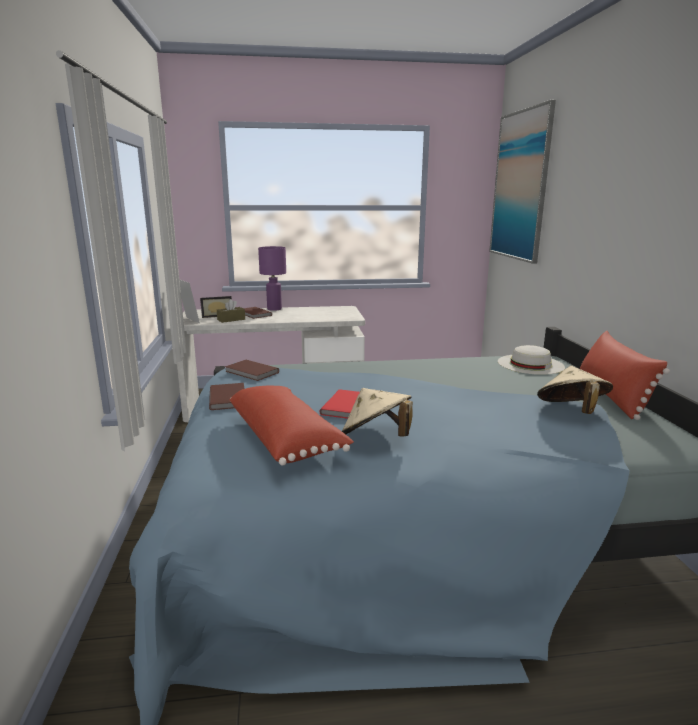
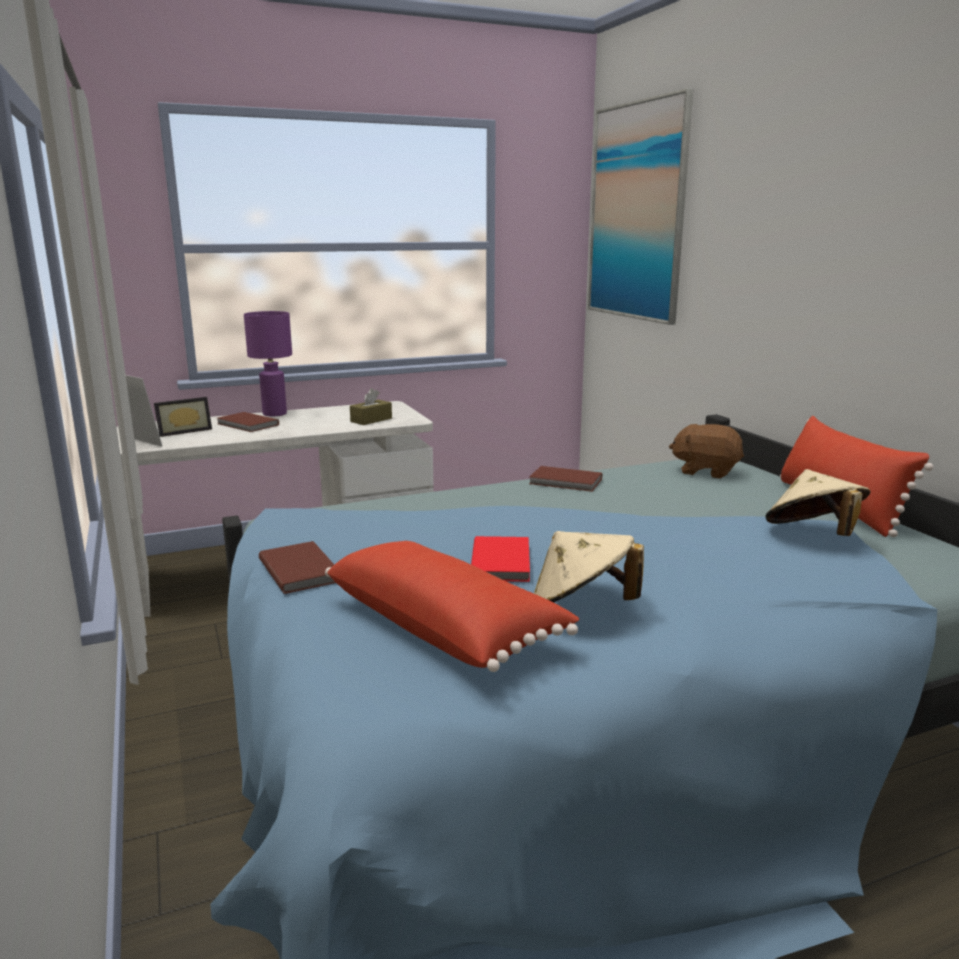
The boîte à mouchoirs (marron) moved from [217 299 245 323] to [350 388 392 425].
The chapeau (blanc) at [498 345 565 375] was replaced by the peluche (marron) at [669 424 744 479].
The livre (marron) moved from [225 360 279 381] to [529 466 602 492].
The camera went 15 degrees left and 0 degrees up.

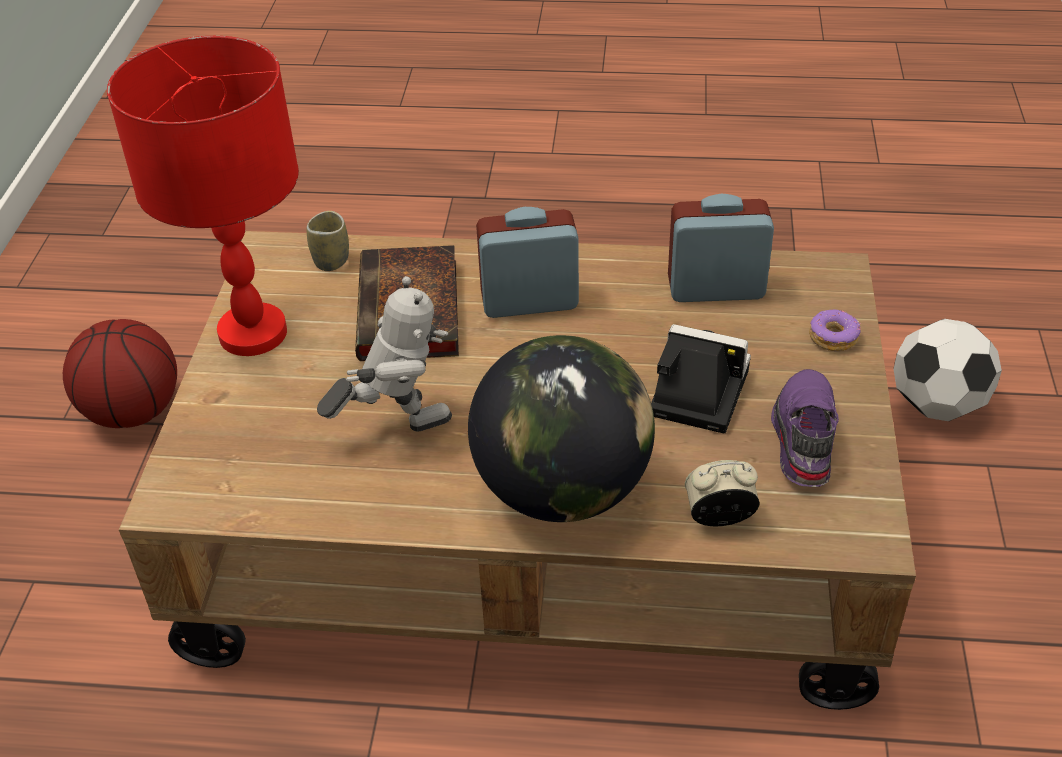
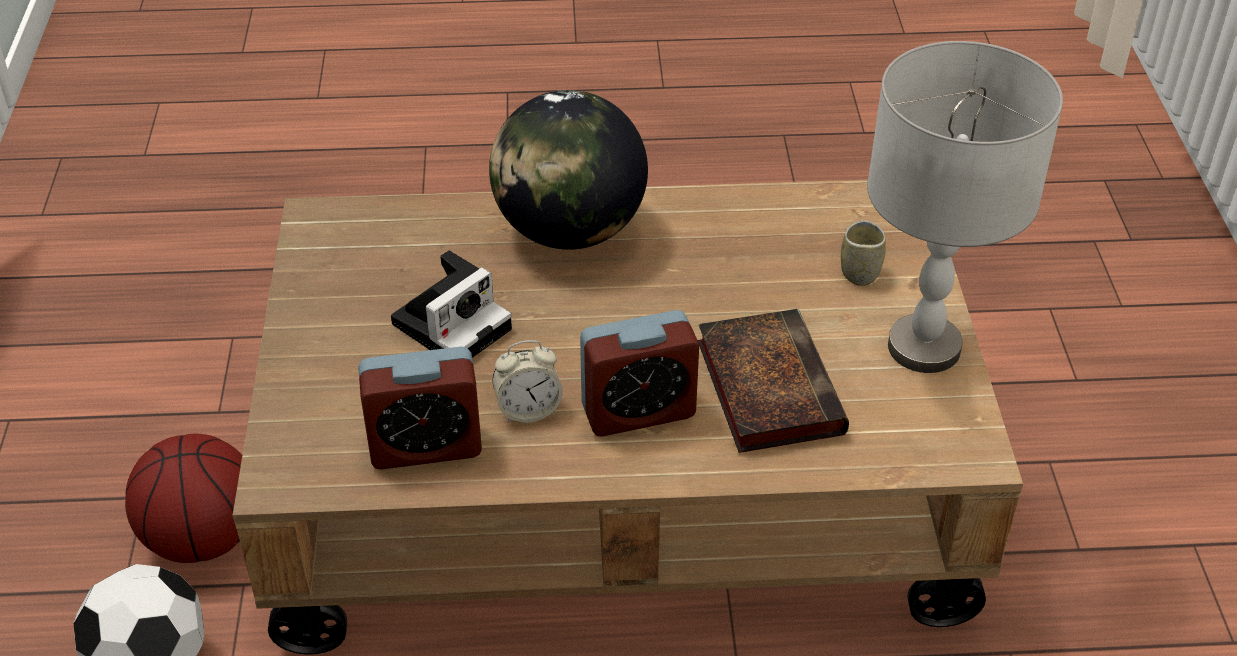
The lampe de table (rouge) at [107 36 299 356] became the lampe de table (gris) at [867 41 1063 373].
The tasse moved from [307 211 349 271] to [841 220 886 286].
The robot jouet at [317 276 452 432] disappeared.
The beignet at [809 310 861 351] disappeared.
The ballon de basket moved from [63 319 177 428] to [125 434 242 563].
The appareil photo at [651 324 751 434] turned 60 degrees counterclockwise.
The chaussure (violet) at [771 369 839 487] disappeared.
The réveil moved from [685 460 759 526] to [492 340 563 423].
The camera went 170 degrees right and 0 degrees up.

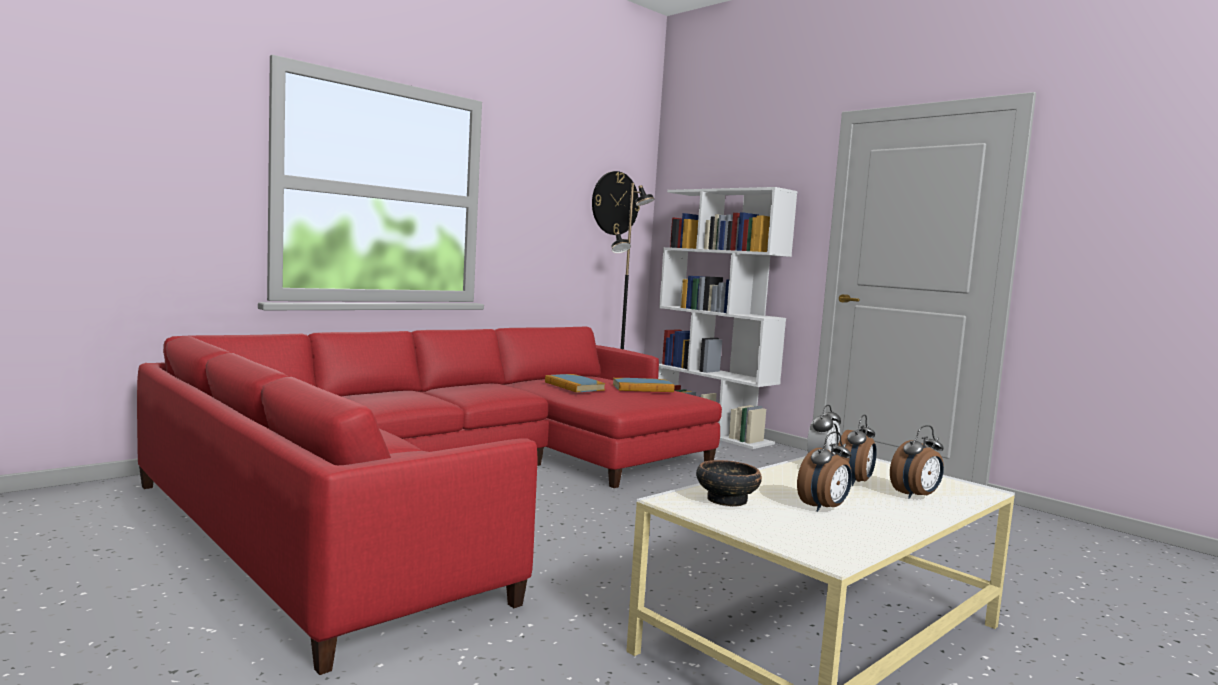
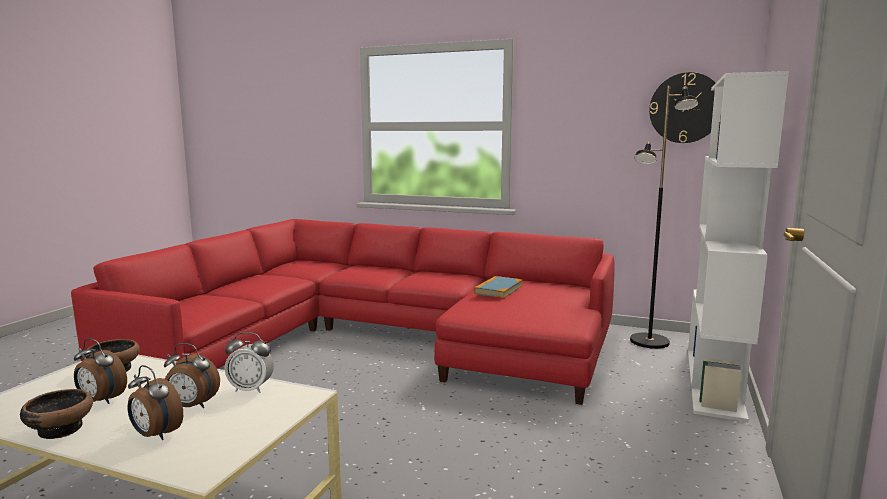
The livre at [613 378 674 392] disappeared.
The bol at [20 389 93 439] appeared.
The camera went 65 degrees right and 5 degrees up.

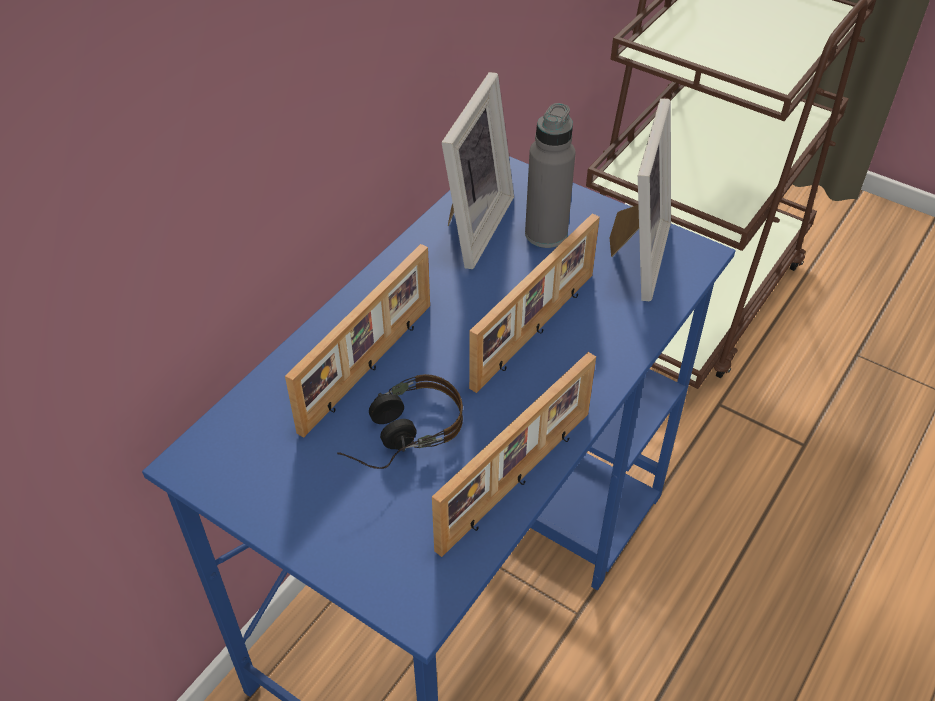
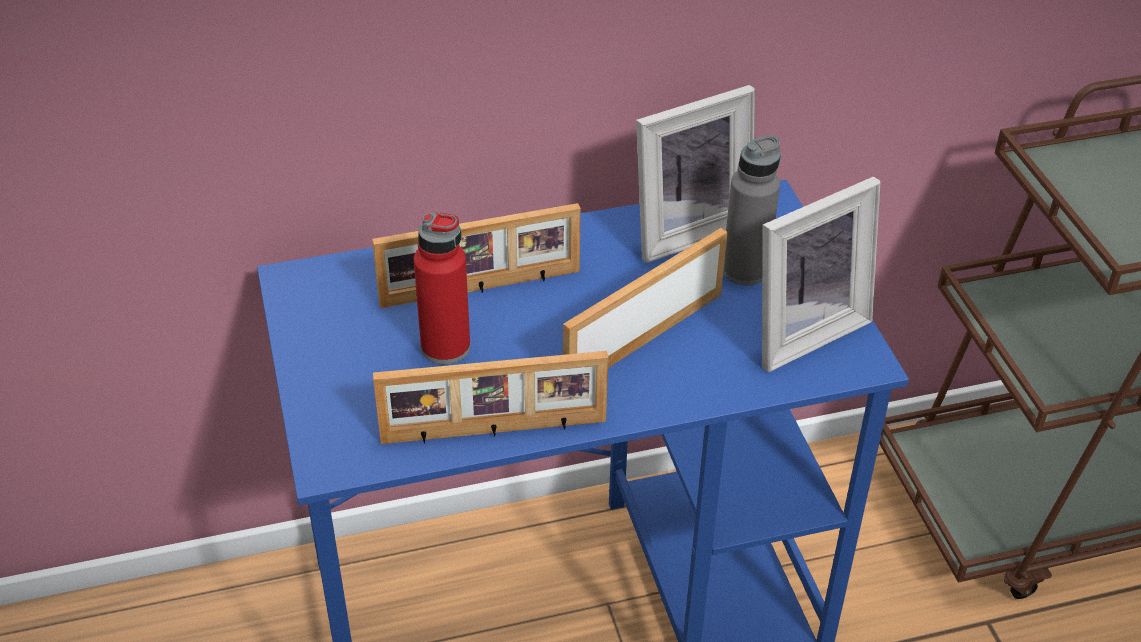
The cadre photo at [469 213 600 393] turned 150 degrees clockwise.
The casque audio at [337 374 463 469] was replaced by the bouteille (rouge) at [414 212 470 364].
The camera went 40 degrees right and 5 degrees down.

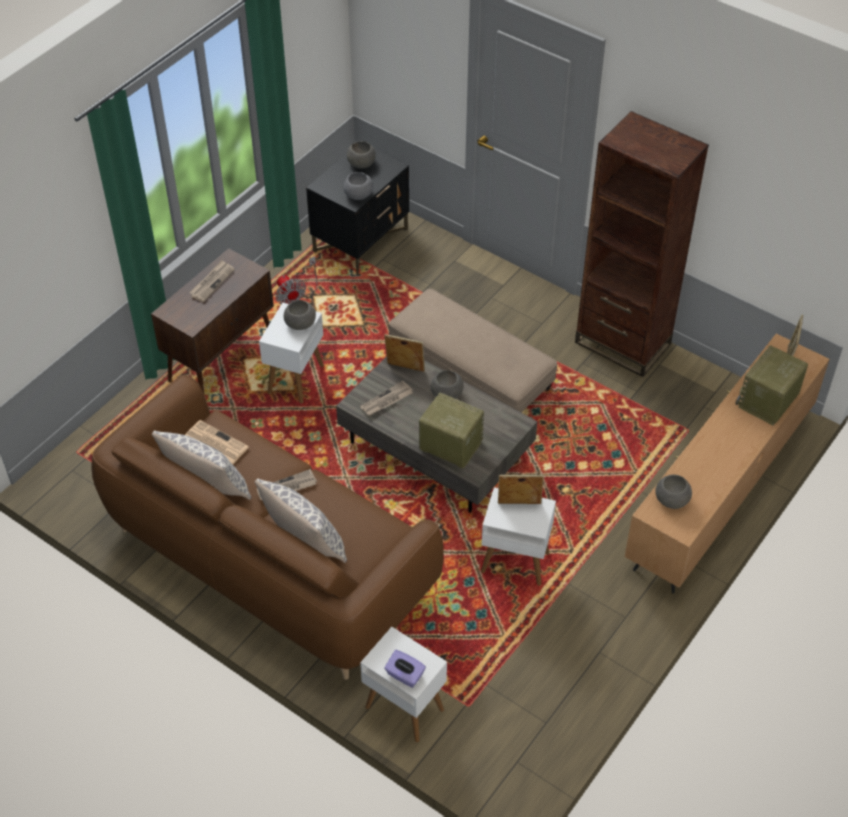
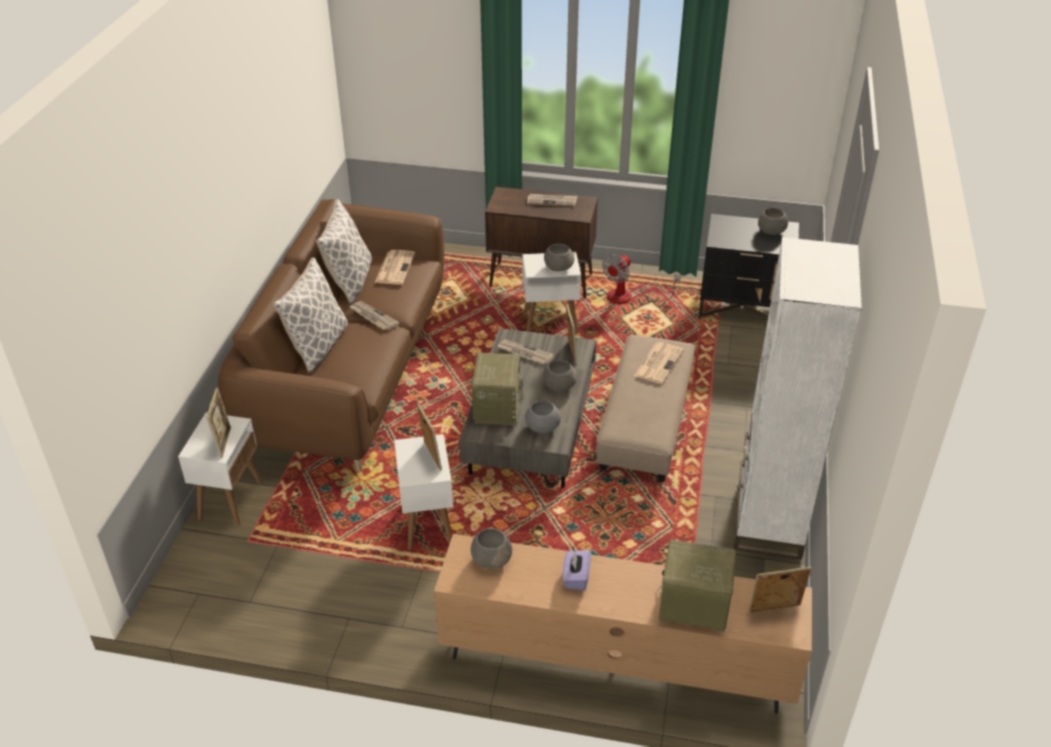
The bibliothèque (marron) at [575 111 709 377] became the bibliothèque (blanc) at [734 237 862 560].
The bol (gris) moved from [344 172 373 200] to [525 401 561 433].
The boîte à mouchoirs (violet) moved from [384 650 426 688] to [563 550 591 590].
The journal at [634 342 683 384] appeared.
The cadre photo at [206 387 231 458] appeared.
The camera went 65 degrees right and 10 degrees down.

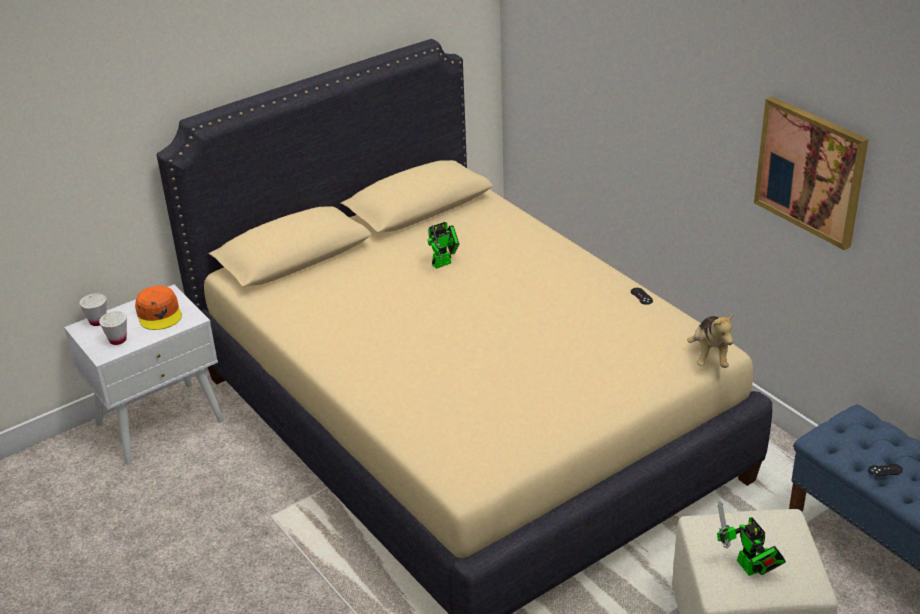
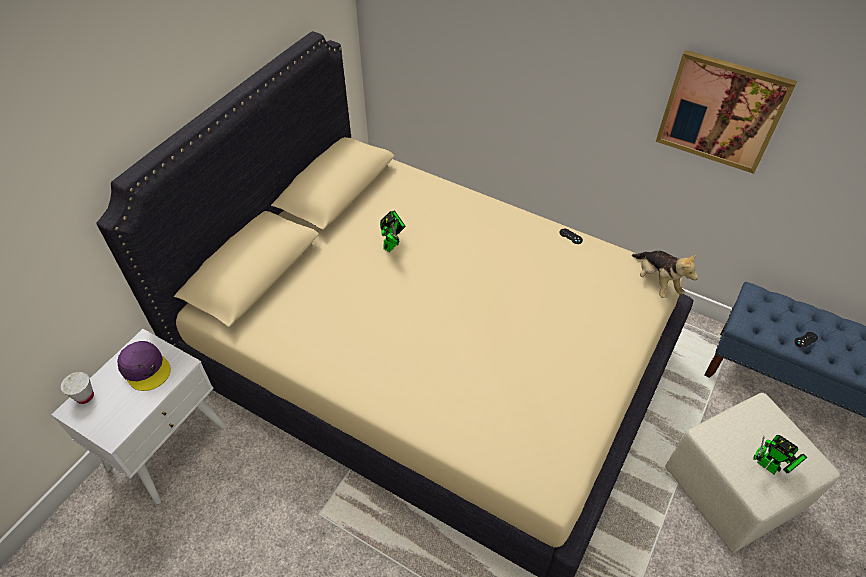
The casquette (orange) at [135 285 182 330] became the casquette (violet) at [117 341 171 391].
The tasse (blanc) at [99 311 127 345] disappeared.
The camera went 25 degrees left and 15 degrees up.

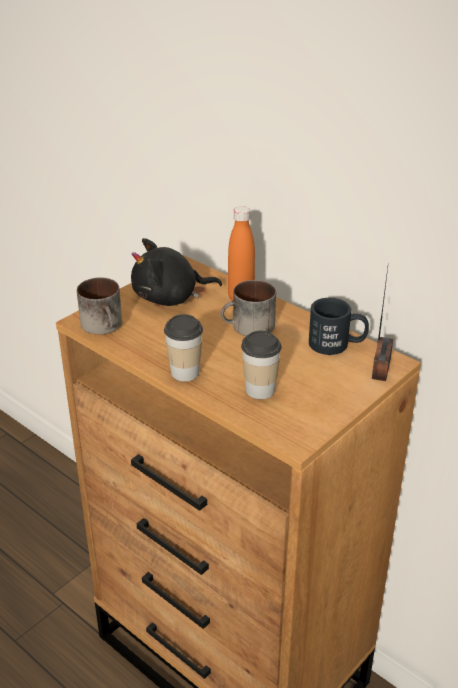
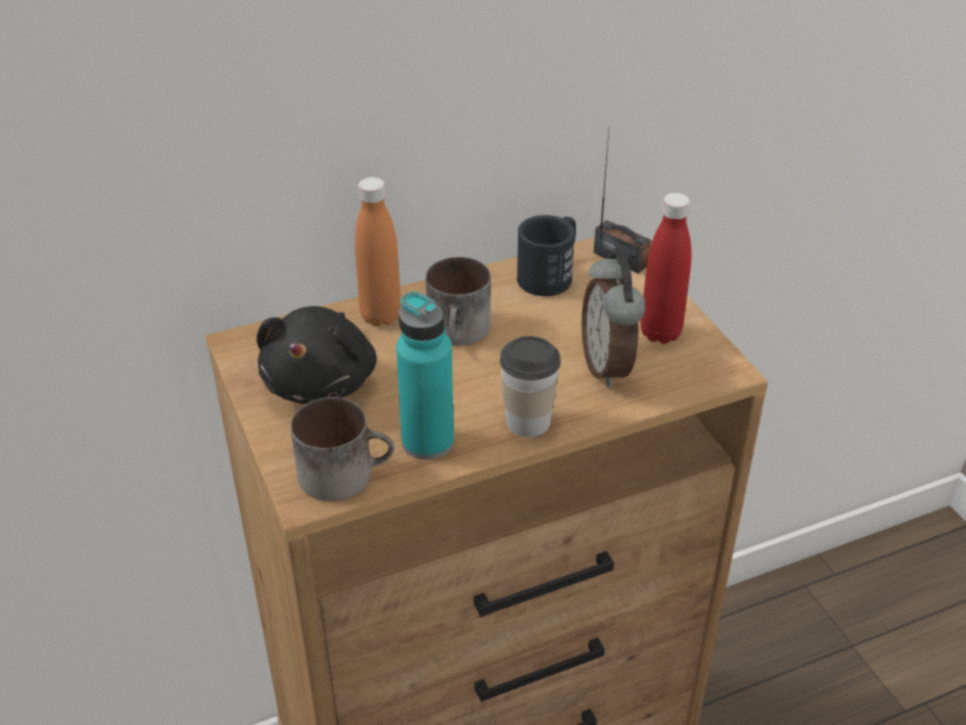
The tasse at [241 331 281 399] was replaced by the réveil at [582 253 646 388].
The bouteille (rouge) at [640 193 691 344] appeared.
The bouteille (turquoise) at [396 292 454 460] appeared.
The camera went 65 degrees left and 5 degrees up.

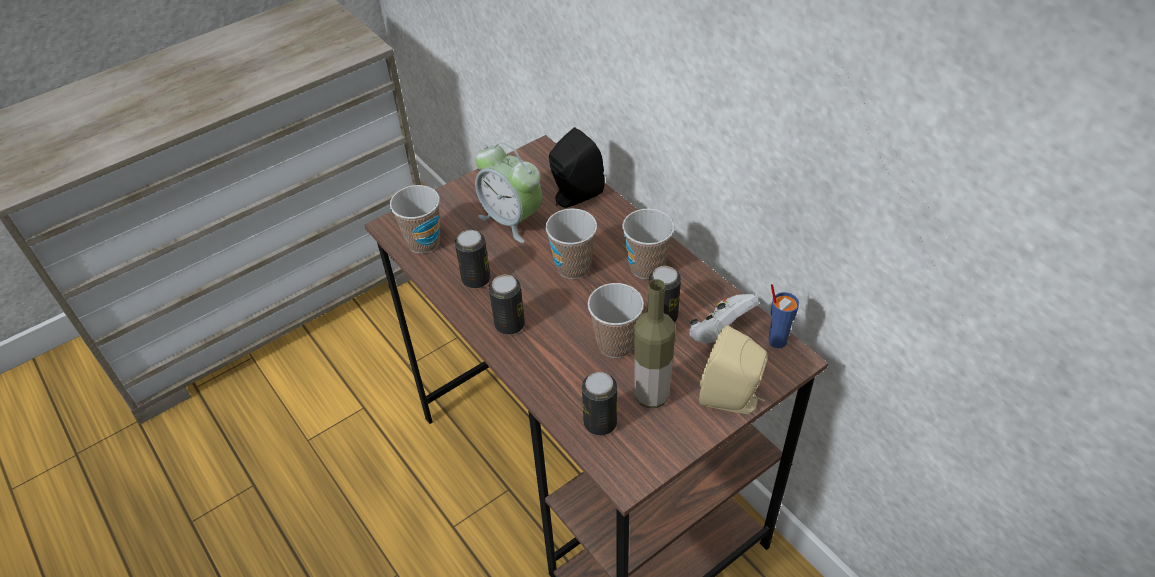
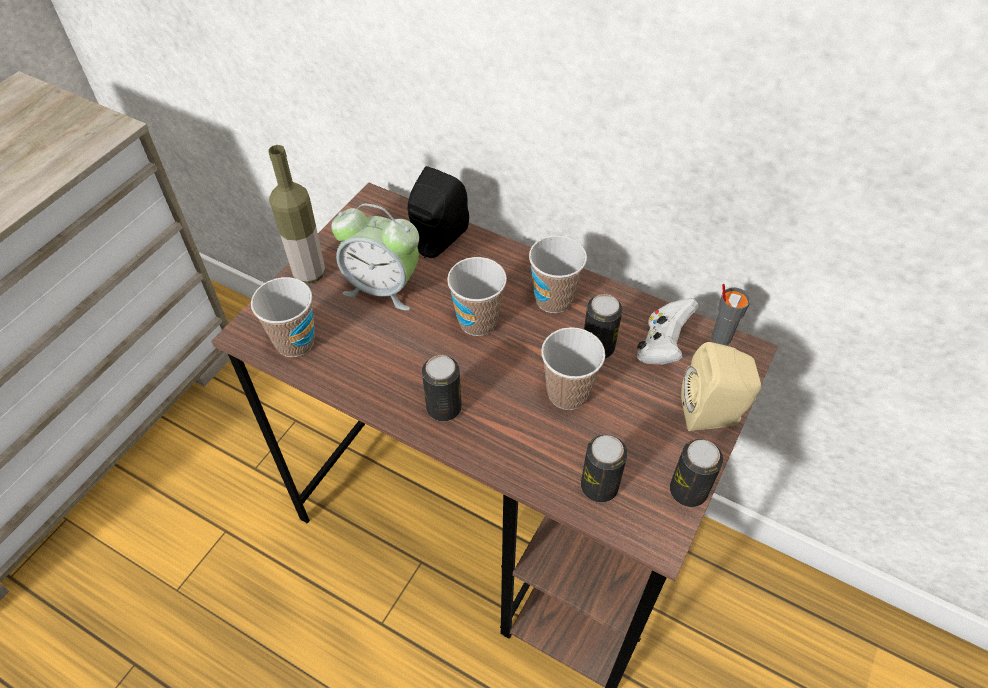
The boîte métallique moved from [455 230 490 288] to [670 439 723 507].
The bouteille moved from [634 279 675 408] to [268 145 325 284].
The tasse (bleu) at [768 284 799 348] became the tasse (gris) at [711 284 751 346].
The camera went 25 degrees left and 5 degrees up.

